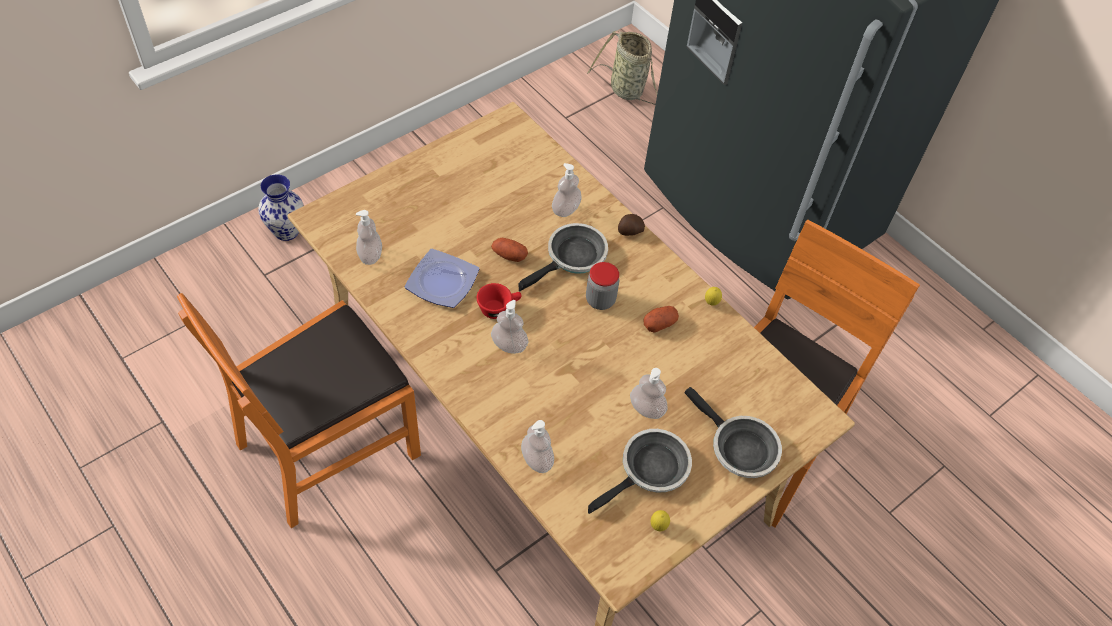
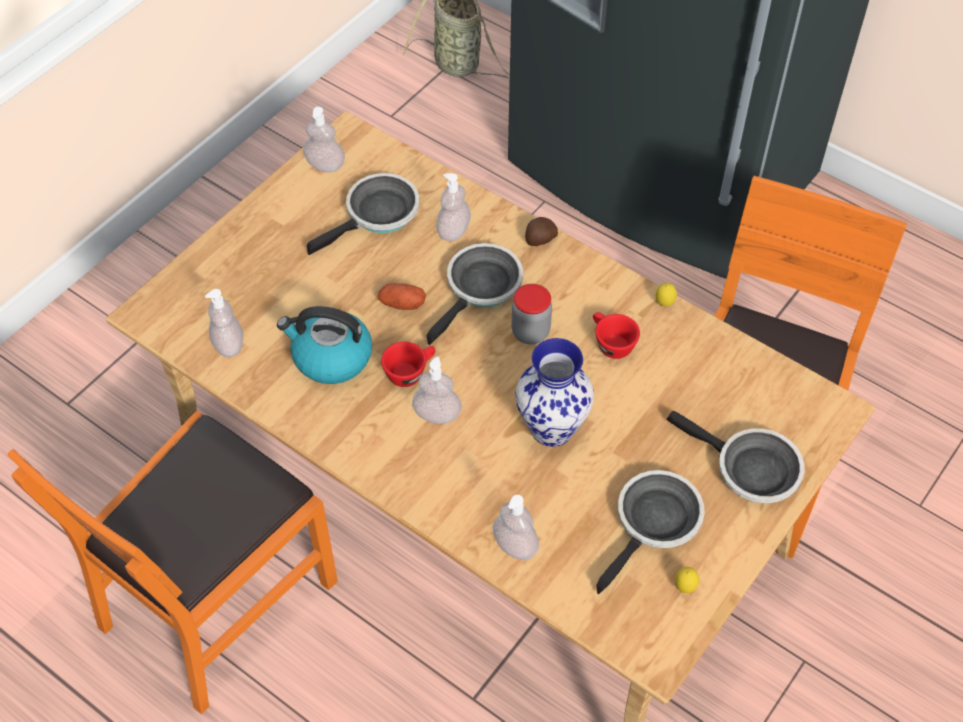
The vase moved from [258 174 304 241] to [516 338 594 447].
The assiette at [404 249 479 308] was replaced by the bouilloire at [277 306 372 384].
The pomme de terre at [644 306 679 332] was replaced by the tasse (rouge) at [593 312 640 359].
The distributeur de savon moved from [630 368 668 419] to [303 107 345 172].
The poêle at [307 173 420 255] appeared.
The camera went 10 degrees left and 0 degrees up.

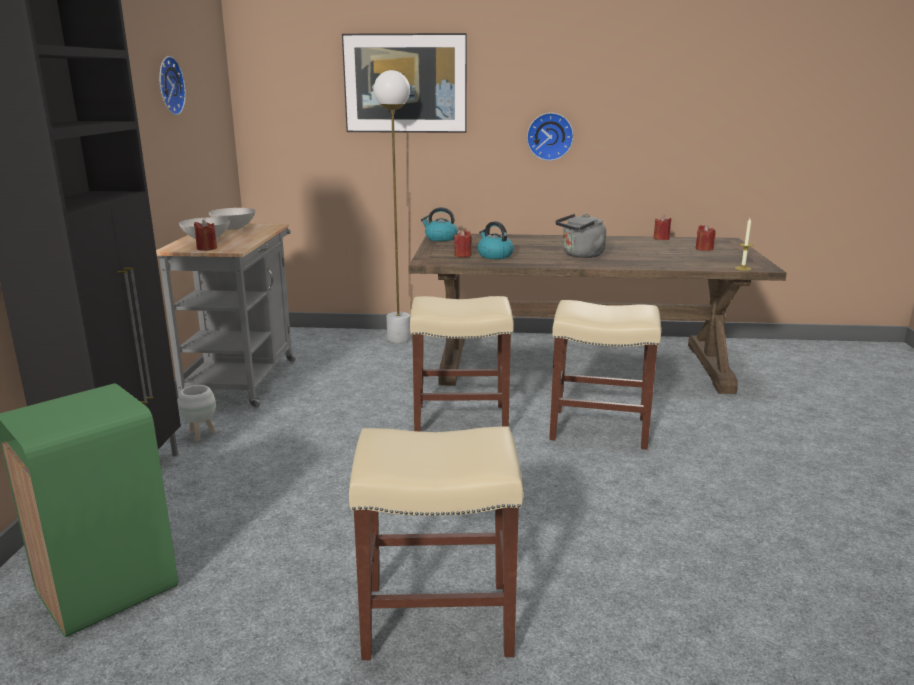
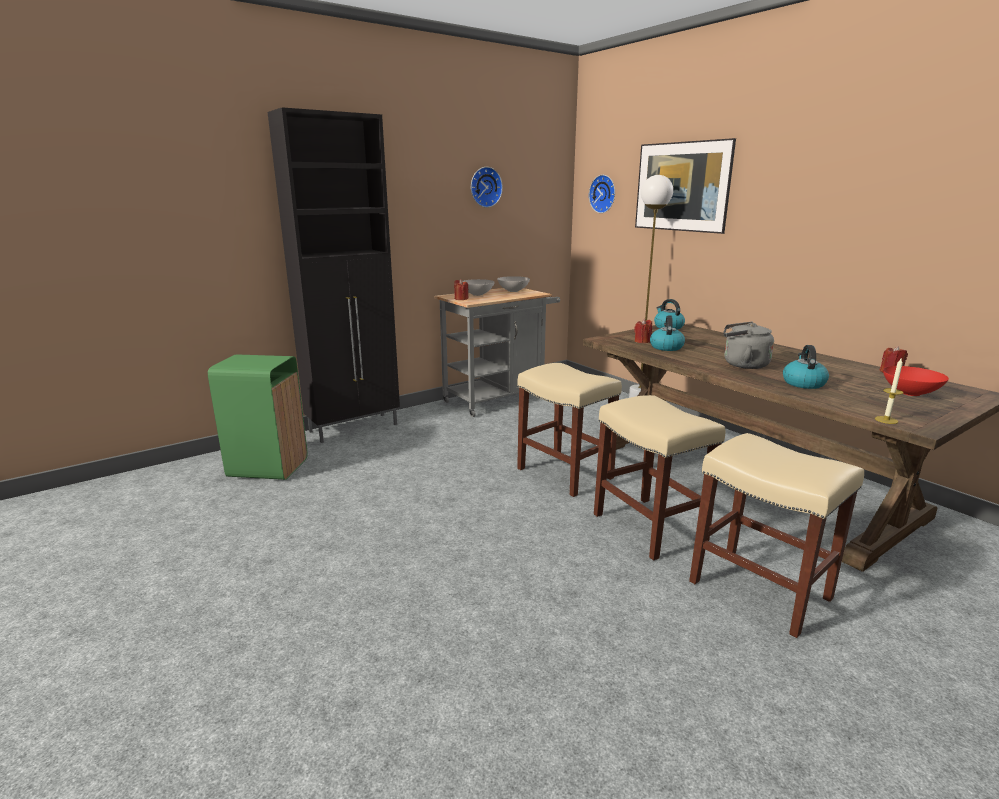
The horloge murale moved from [527 113 574 161] to [589 175 615 213].
The bougie (rouge) at [696 225 716 251] was replaced by the bol (rouge) at [883 366 949 396].
The cache-pot (blanc) at [178 385 216 442] disappeared.
The tabouret (beige) moved from [349 426 523 660] to [689 433 864 638].
The bouilloire at [783 345 829 389] appeared.
The camera went 50 degrees right and 0 degrees up.

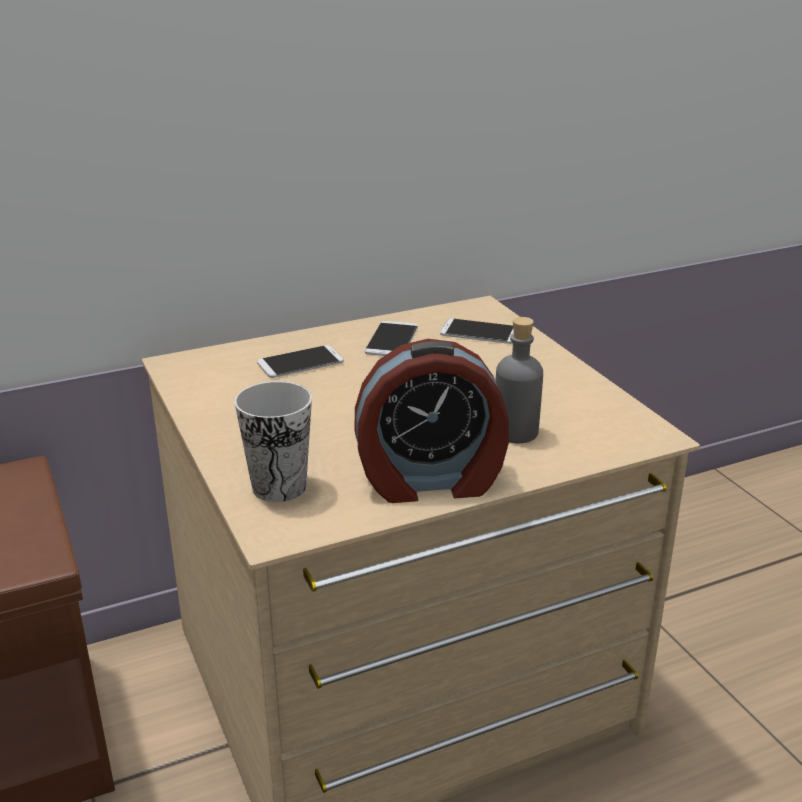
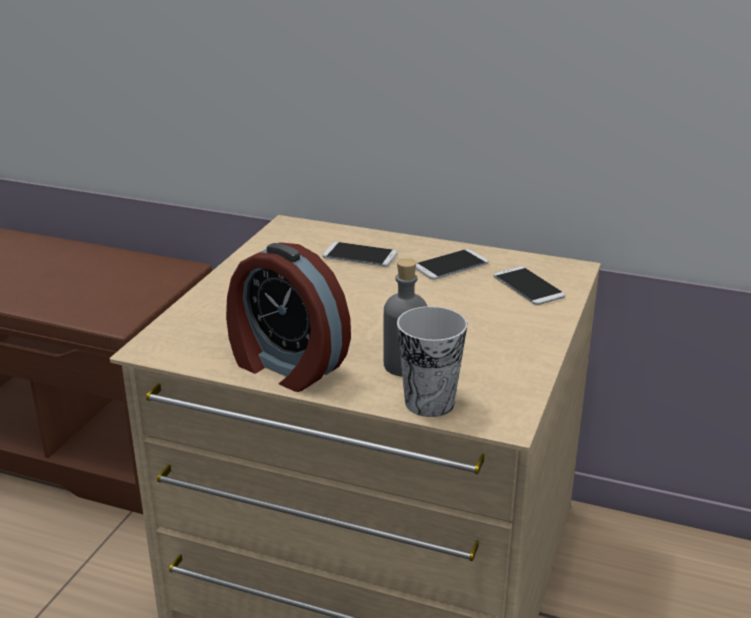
The tasse moved from [234 381 312 502] to [397 306 467 417].
The camera went 45 degrees right and 0 degrees up.

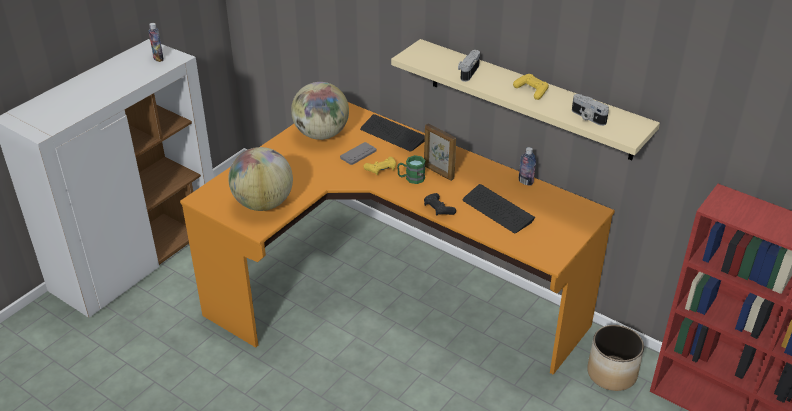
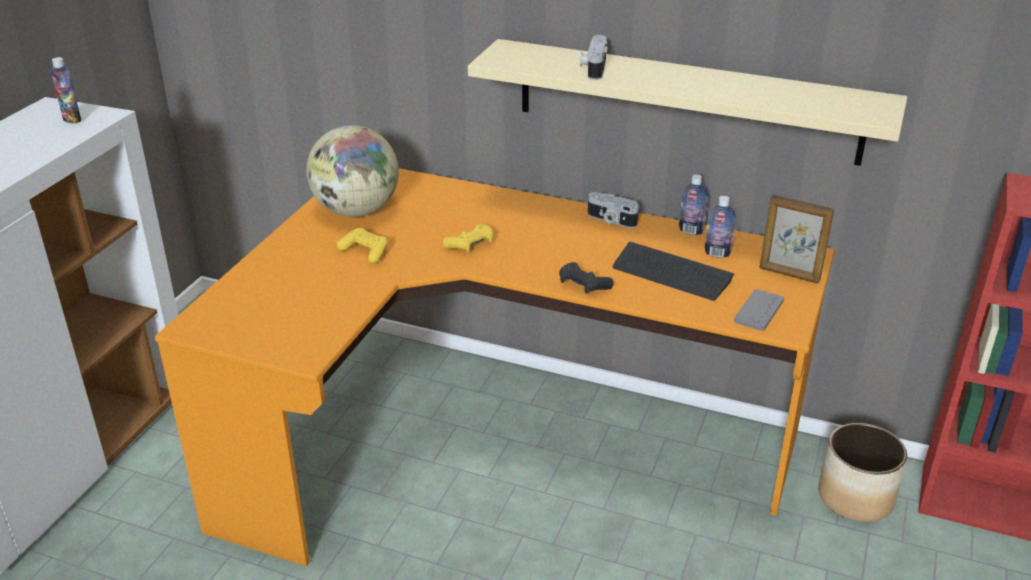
The manette (jaune) moved from [513 74 549 100] to [337 228 388 264].
The appareil photo moved from [572 94 609 126] to [588 192 639 228].
The clavier at [360 114 425 152] disappeared.
The cadre photo moved from [424 123 456 181] to [760 195 834 284].
The manette (gris) moved from [340 142 377 165] to [734 289 784 331].
The globe at [228 147 293 211] disappeared.
The mug (vert) at [397 155 426 184] disappeared.
The bouteille at [705 196 736 258] appeared.
The camera went 15 degrees left and 5 degrees down.

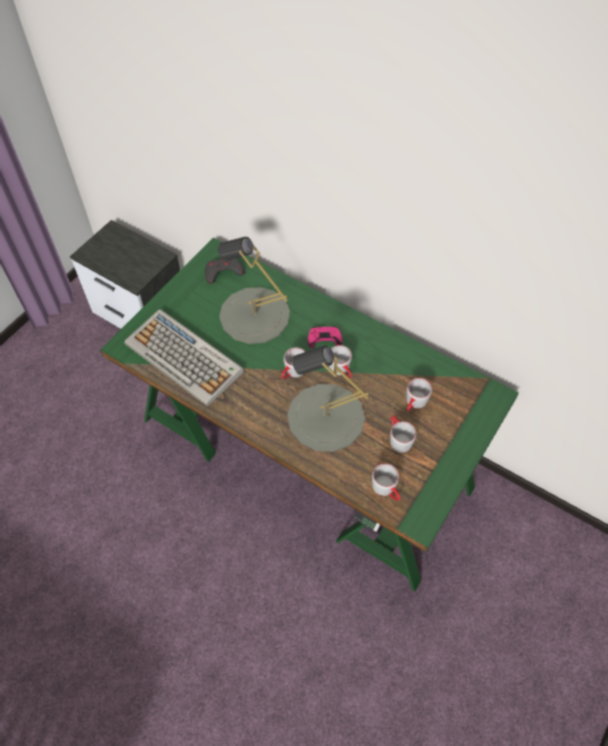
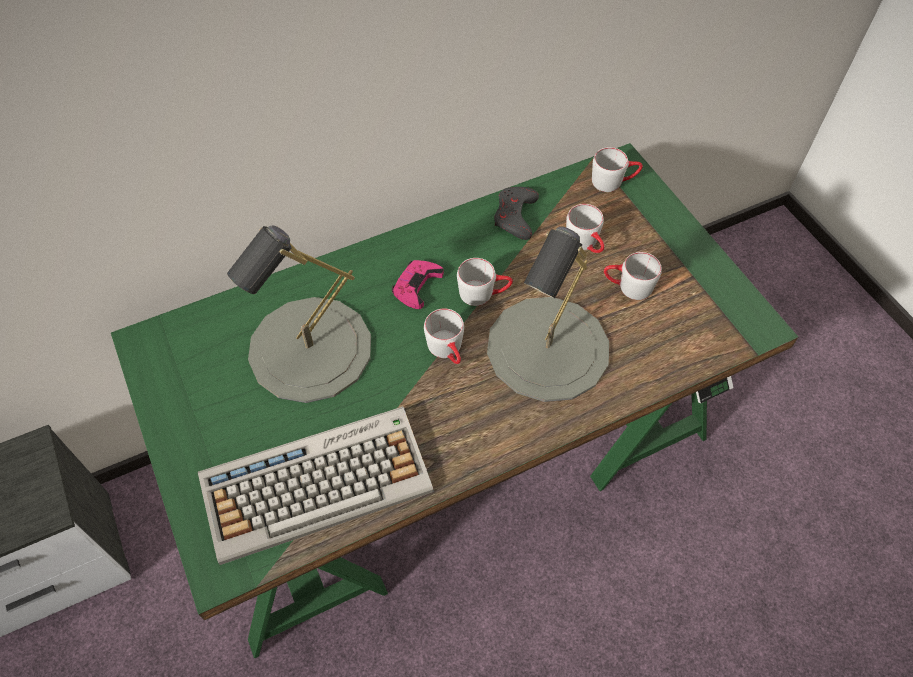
The manette (gris) moved from [205 258 244 284] to [494 187 539 240].
The mug (gris) moved from [372 464 401 501] to [592 147 643 192].
The camera went 60 degrees left and 0 degrees up.

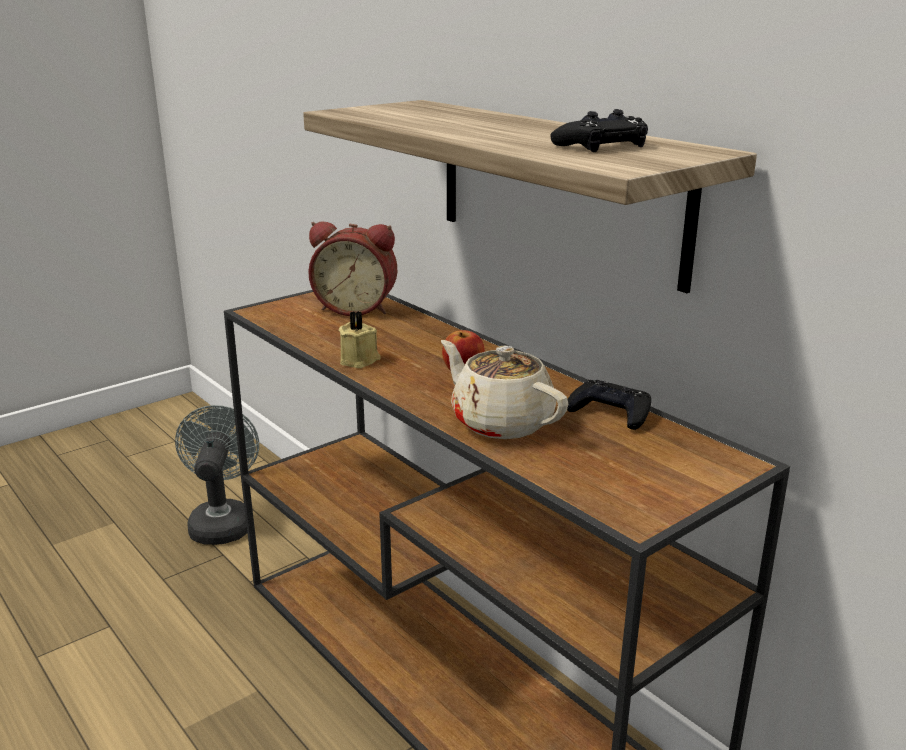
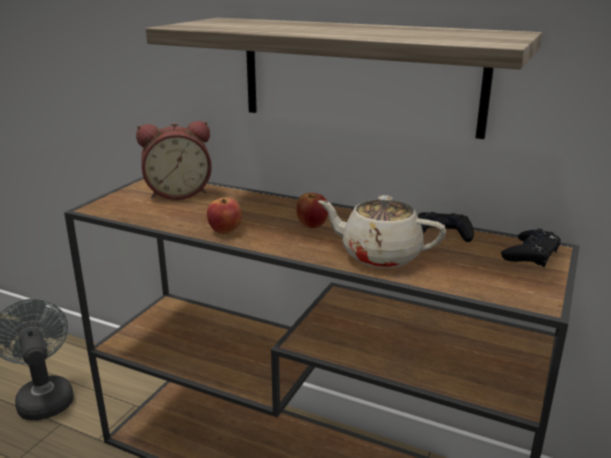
The manette (noir) moved from [551 109 648 152] to [501 228 561 267].
The bougie (beige) at [339 311 381 368] was replaced by the pomme at [207 198 242 234].
The camera went 25 degrees left and 0 degrees up.

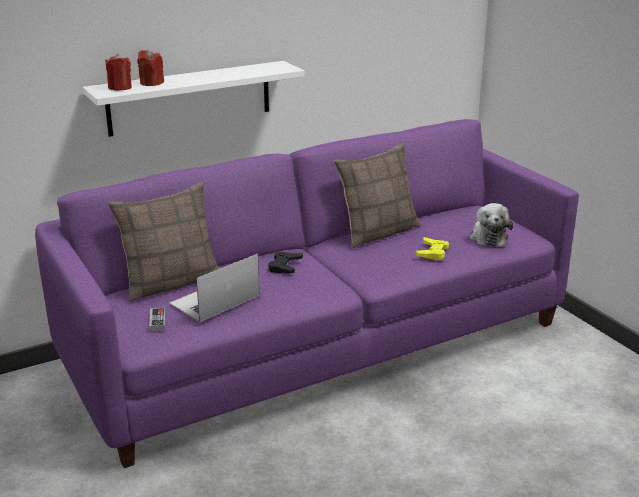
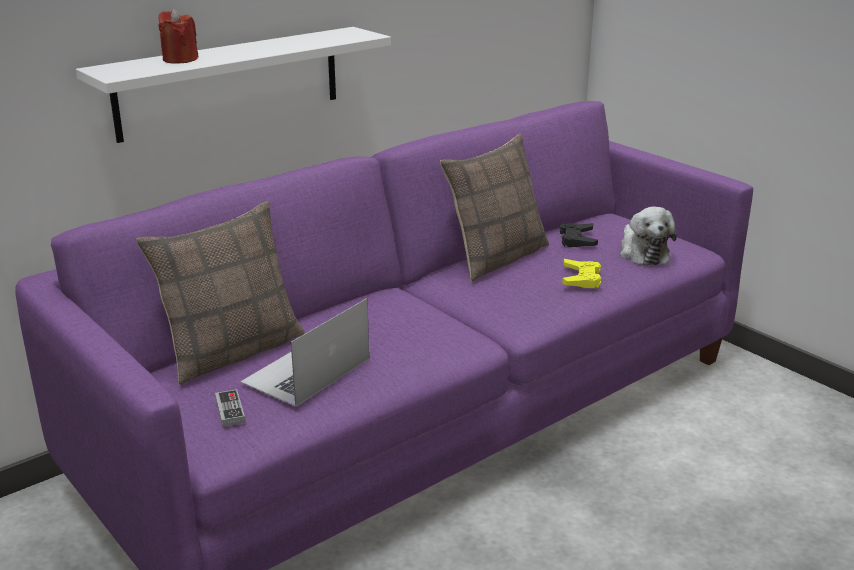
The bougie (rouge) at [106 54 132 91] disappeared.
The manette (noir) moved from [268 252 303 274] to [560 223 598 247].
The camera went 10 degrees left and 0 degrees up.

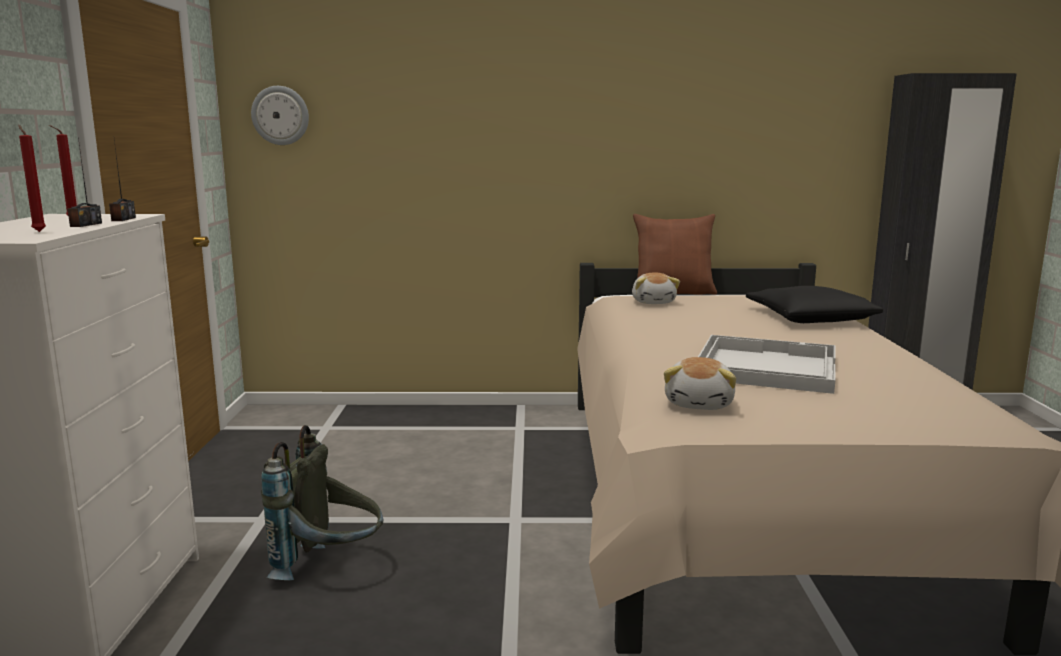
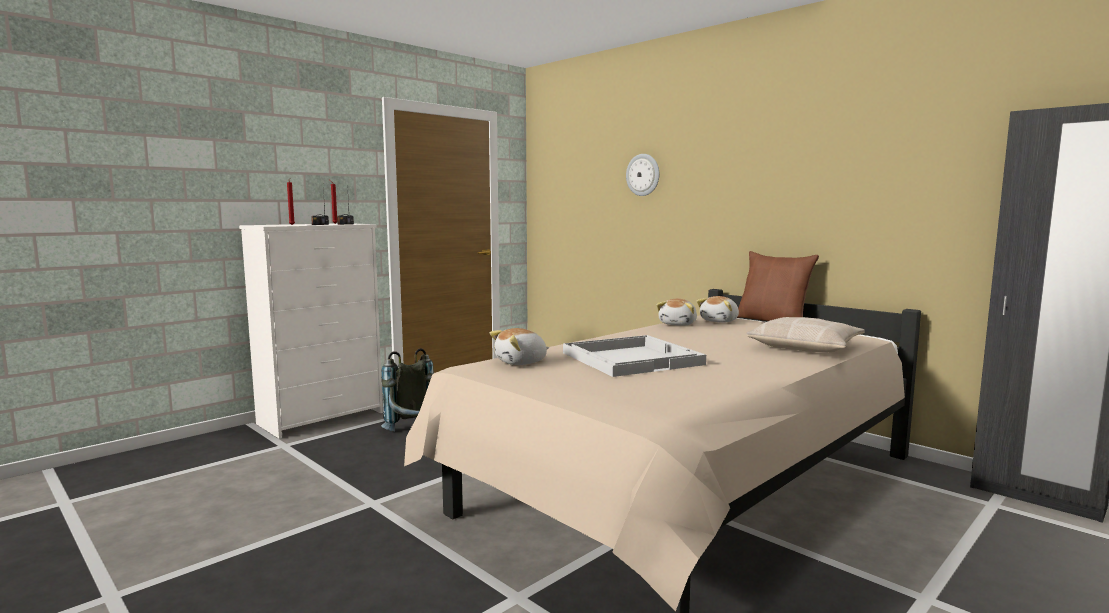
The horloge murale moved from [251 86 309 145] to [626 154 659 196].
The coussin (noir) at [746 286 883 323] became the coussin (beige) at [746 317 865 352].
The peluche at [656 299 697 326] appeared.
The camera went 45 degrees right and 5 degrees down.

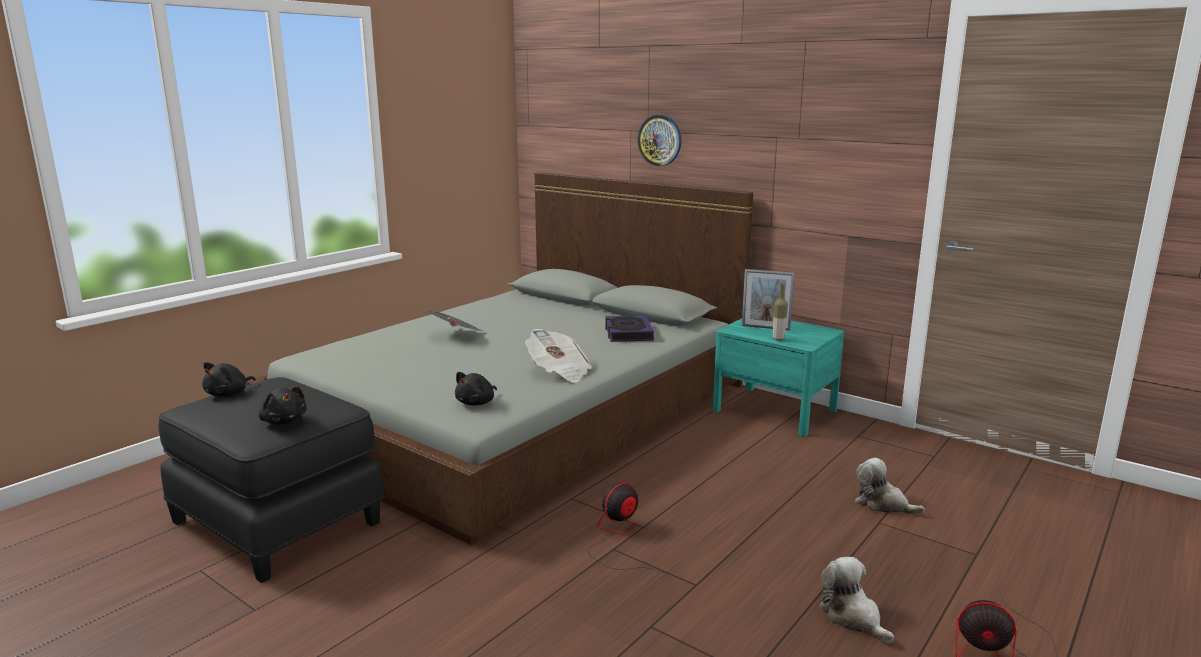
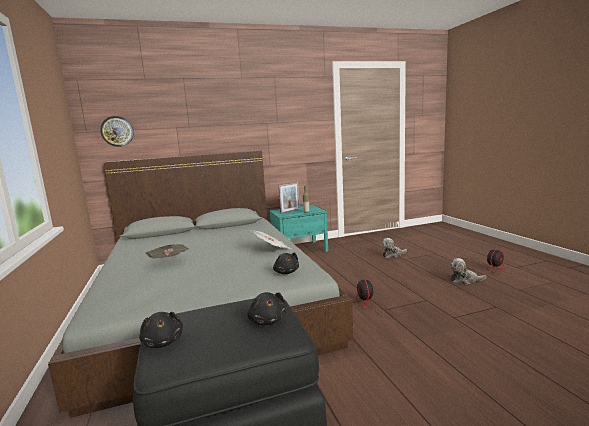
The horloge murale moved from [638 115 682 166] to [100 116 134 147].
The livre at [605 315 654 342] disappeared.
The peluche (noir) at [259 386 307 425] turned 75 degrees clockwise.
The camera went 55 degrees left and 5 degrees down.

